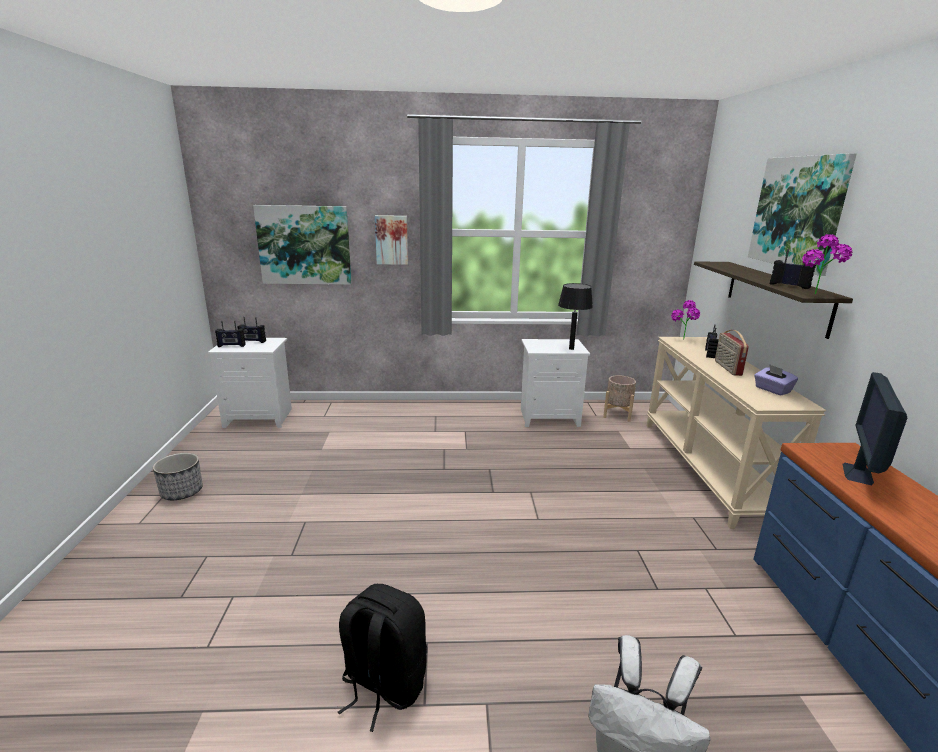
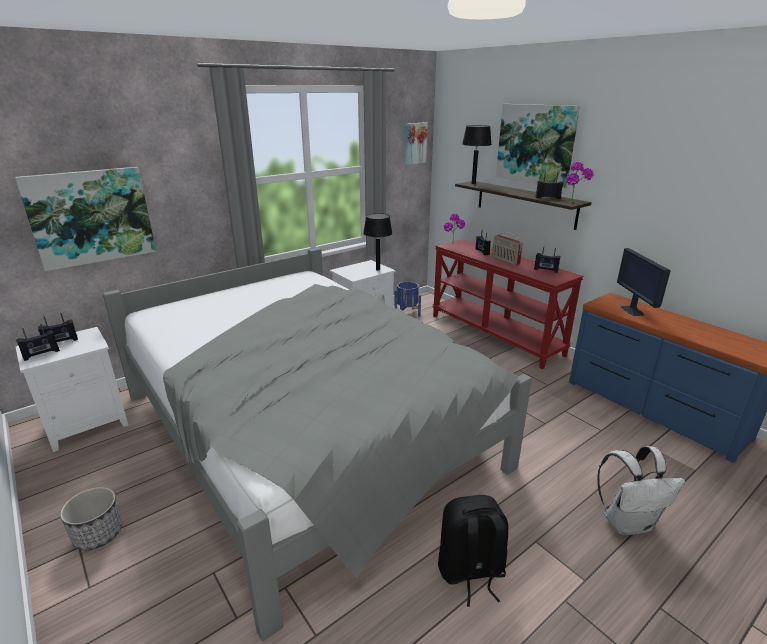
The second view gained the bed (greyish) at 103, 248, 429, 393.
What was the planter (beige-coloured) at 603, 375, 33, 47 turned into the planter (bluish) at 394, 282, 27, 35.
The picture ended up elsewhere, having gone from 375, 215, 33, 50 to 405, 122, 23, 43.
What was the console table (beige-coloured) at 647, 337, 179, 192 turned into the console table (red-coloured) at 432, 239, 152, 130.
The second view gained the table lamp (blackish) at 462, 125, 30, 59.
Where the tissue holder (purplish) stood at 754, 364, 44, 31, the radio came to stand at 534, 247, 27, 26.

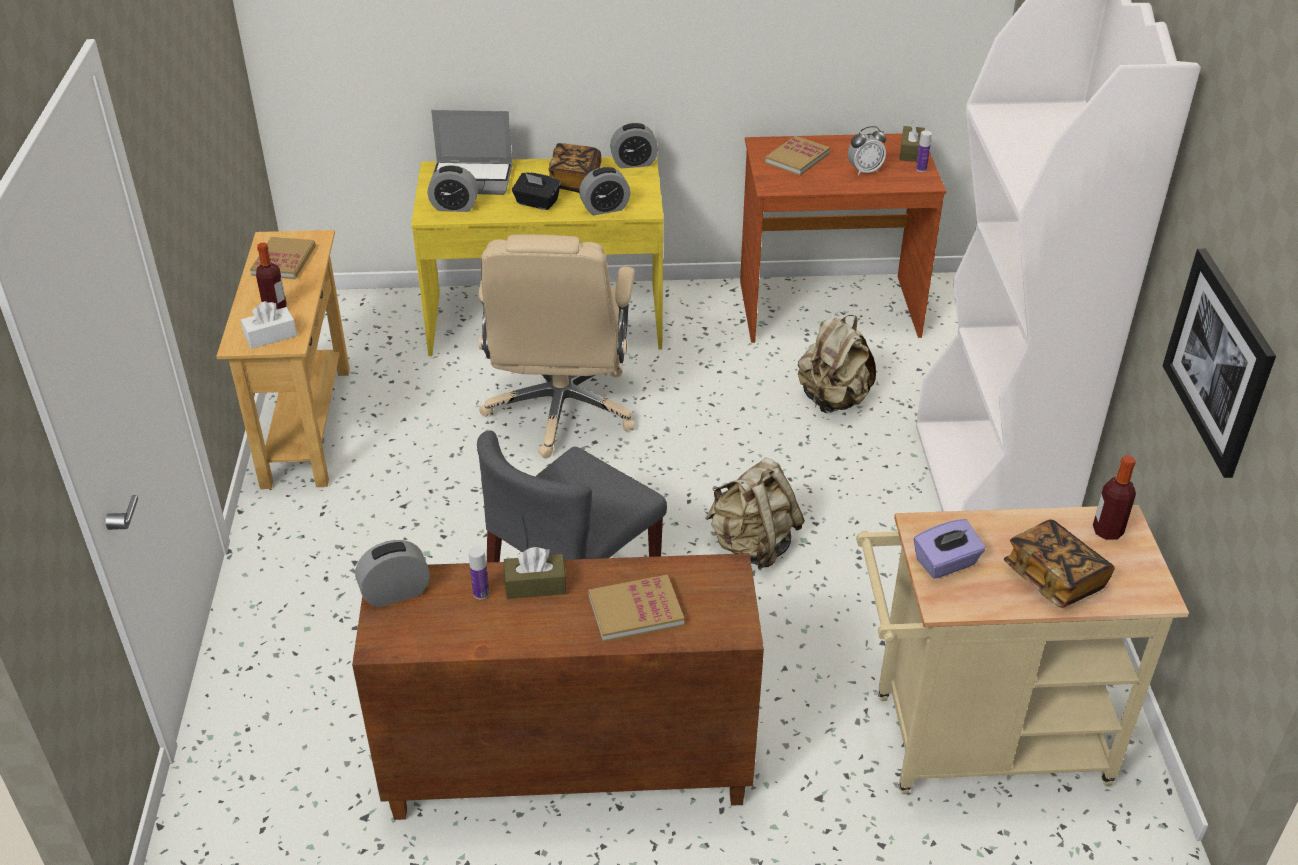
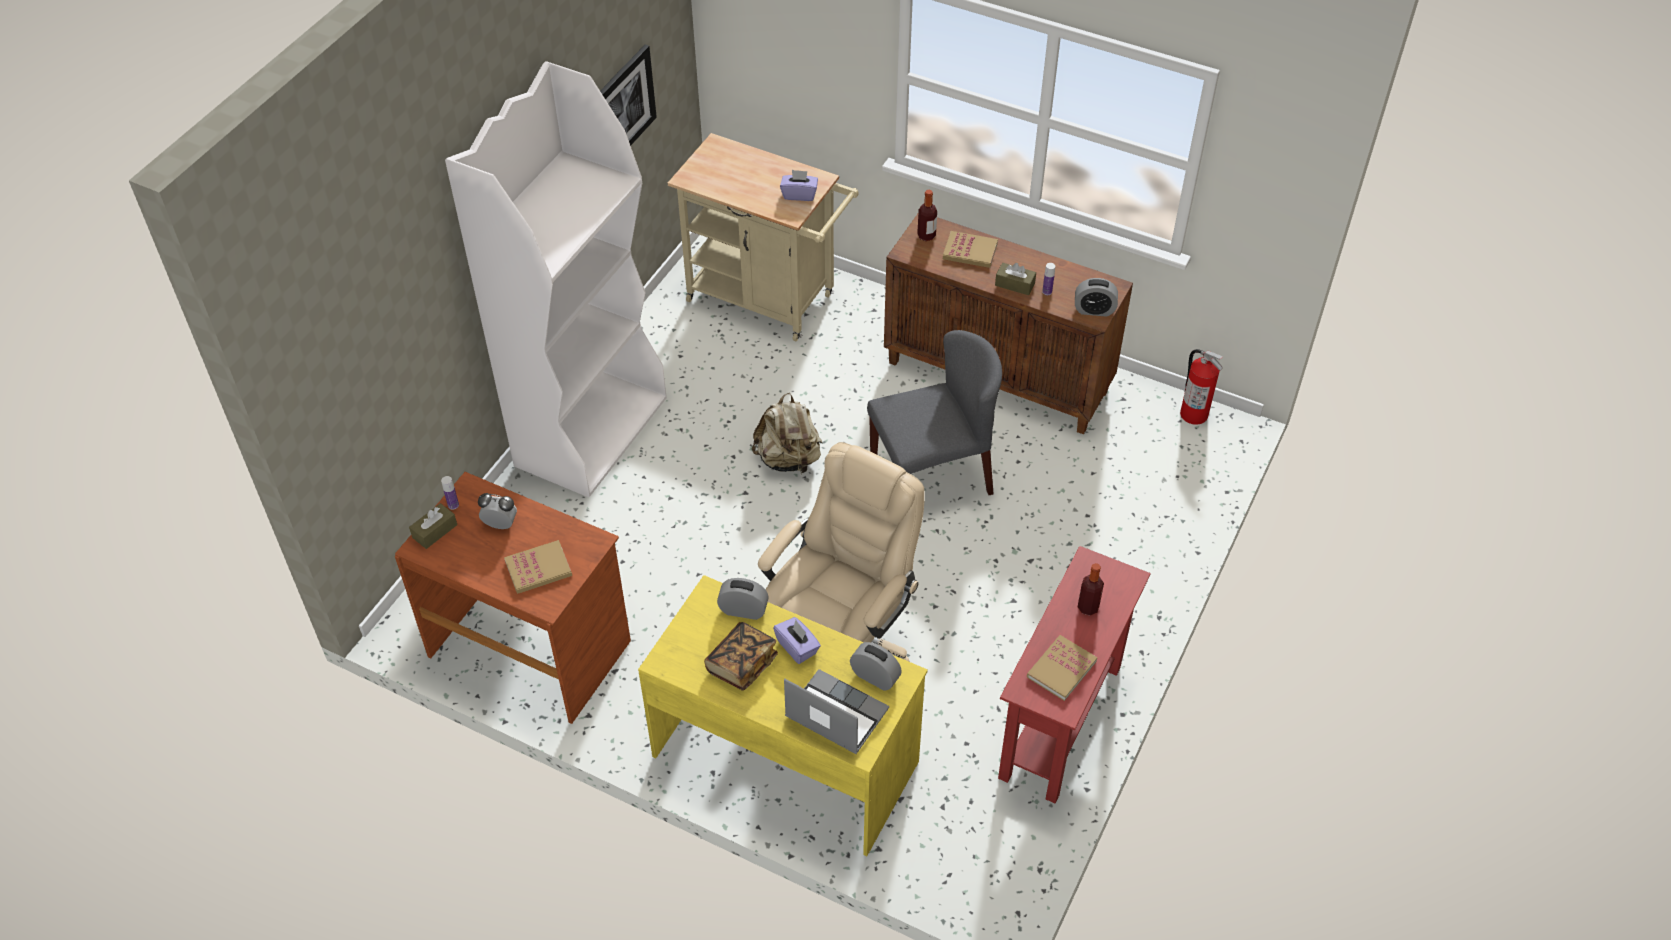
What was the tissue holder (blackish) at 512, 172, 49, 38 turned into the tissue holder (purplish) at 773, 617, 48, 47.
The bottle ended up elsewhere, having gone from 1093, 456, 43, 84 to 917, 190, 20, 51.
What was the console table (beige-coloured) at 216, 230, 134, 259 turned into the console table (red-coloured) at 998, 546, 153, 257.
The second view gained the extinguisher at 1180, 349, 43, 76.
The second view lost the tissue holder (whitish) at 241, 301, 56, 48.
The second view lost the bedside clock at 610, 123, 48, 45.
The second view lost the knapsack (beige-coloured) at 798, 315, 78, 98.
The second view lost the volume at 1004, 519, 111, 89.

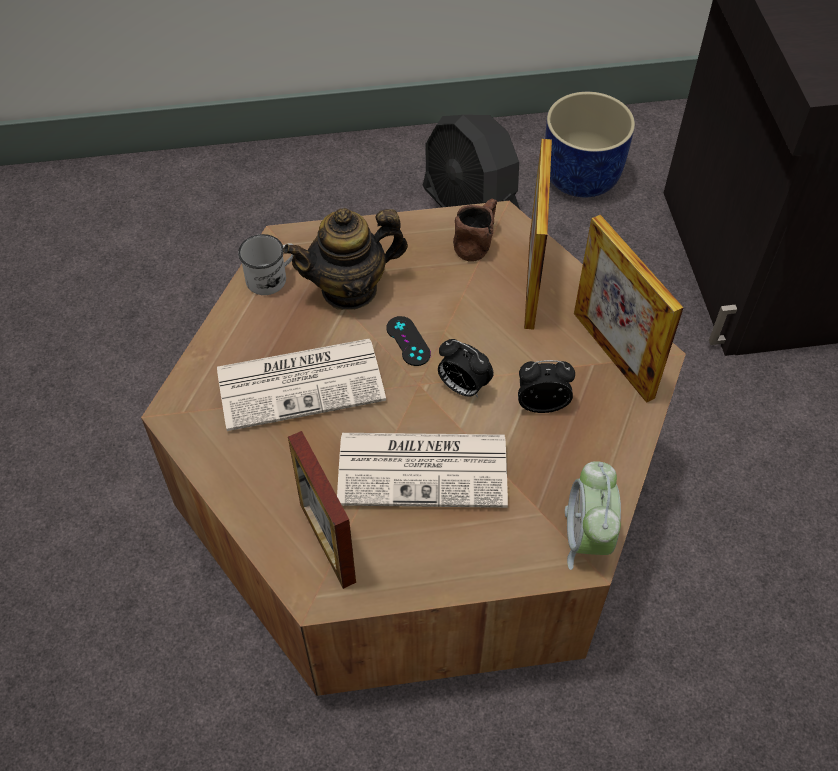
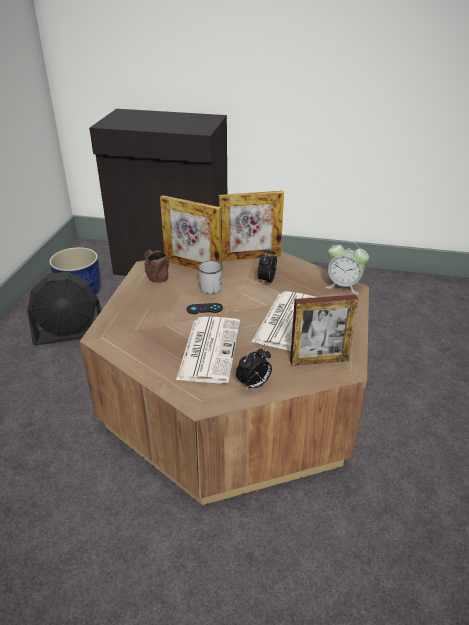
The mug (whitish) ended up elsewhere, having gone from 238, 234, 56, 61 to 198, 261, 25, 33.
The bedside clock ended up elsewhere, having gone from 438, 339, 56, 59 to 236, 347, 36, 43.
The second view lost the teapot at 283, 208, 125, 102.

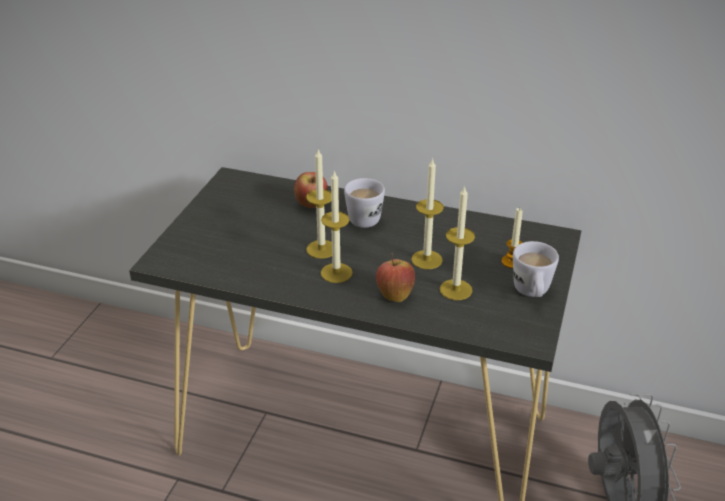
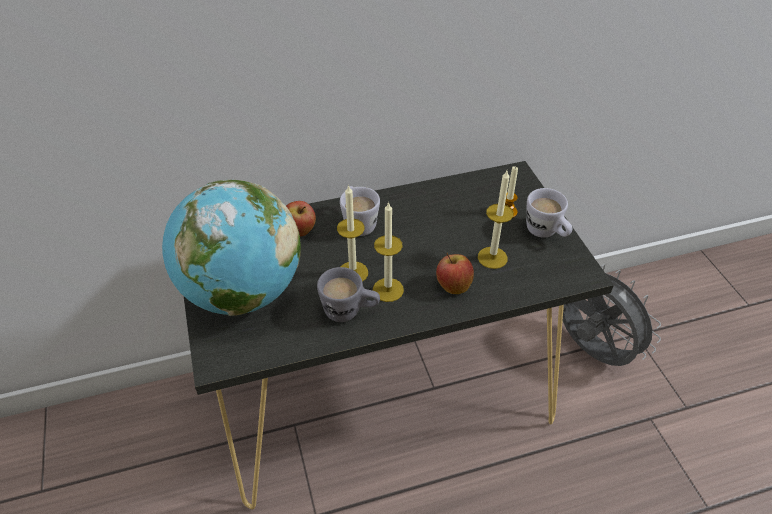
The second view gained the desk globe at 162, 180, 139, 136.
The second view gained the mug (greyish) at 317, 267, 63, 55.
The second view lost the candle at 411, 158, 33, 111.

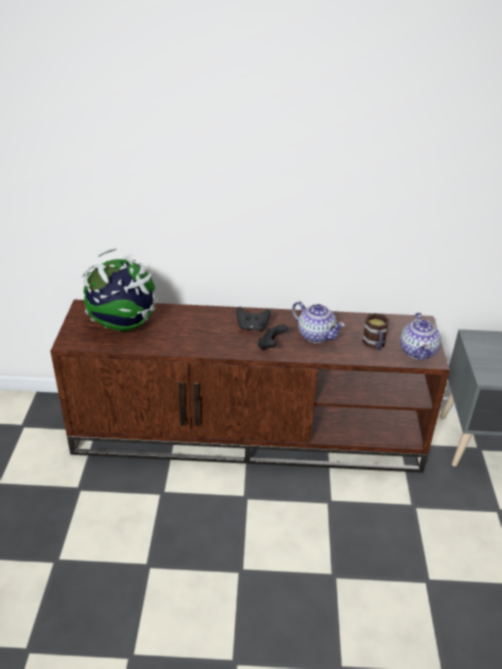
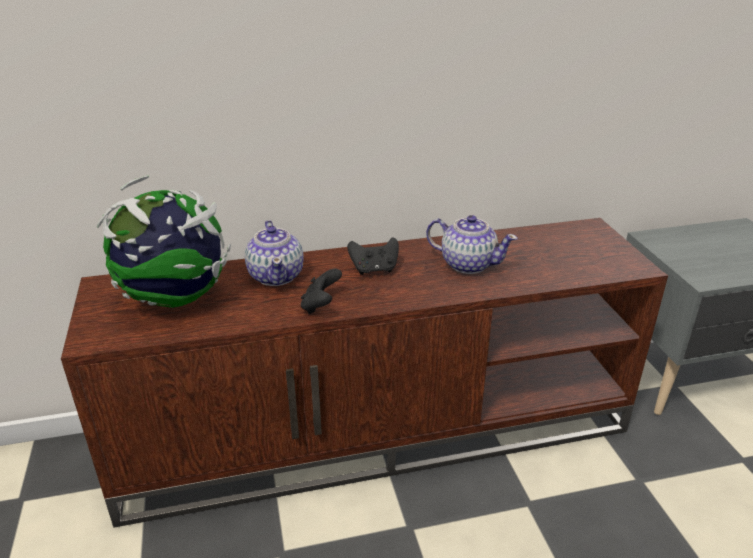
The teapot ended up elsewhere, having gone from 400, 312, 41, 49 to 245, 220, 59, 66.
The joypad (blackish) ended up elsewhere, having gone from 258, 324, 30, 27 to 301, 269, 41, 45.
The second view lost the mug at 362, 313, 28, 37.

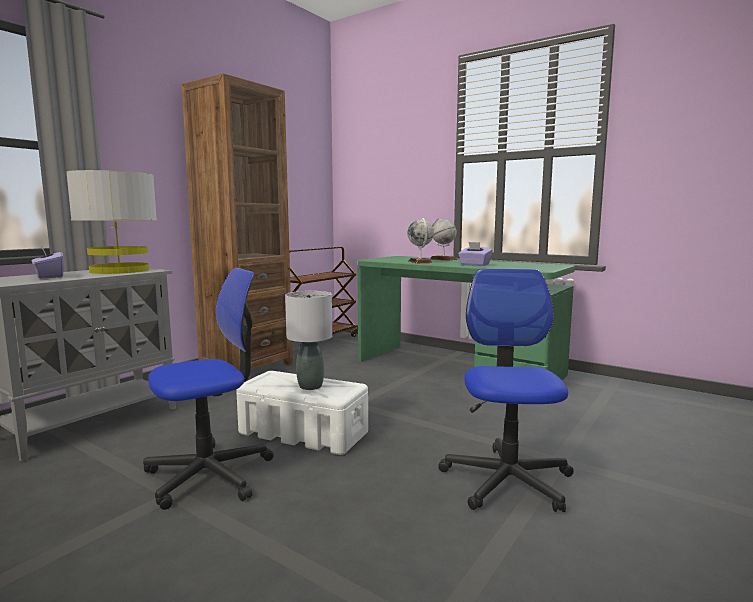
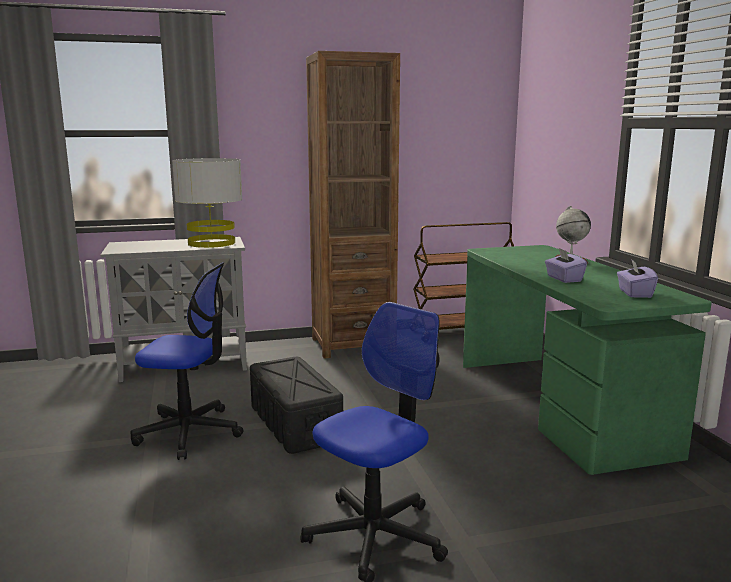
What was the storage container (whitish) at 236, 371, 132, 84 turned into the storage container (blackish) at 250, 357, 93, 97.
The tissue holder (purplish) ended up elsewhere, having gone from 31, 245, 33, 34 to 617, 259, 41, 39.
The second view lost the table lamp (greyish) at 285, 291, 47, 99.
The second view lost the desk globe at 408, 218, 26, 45.

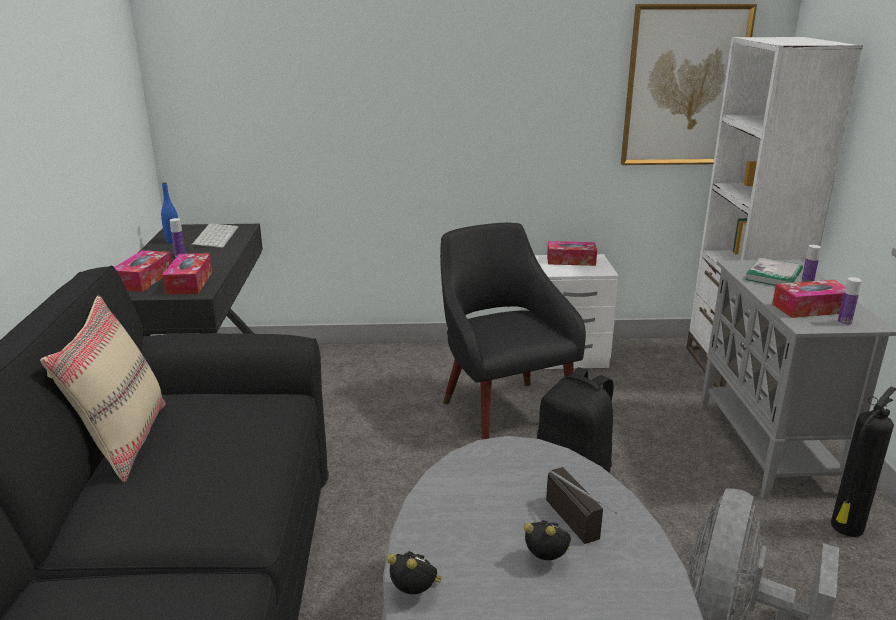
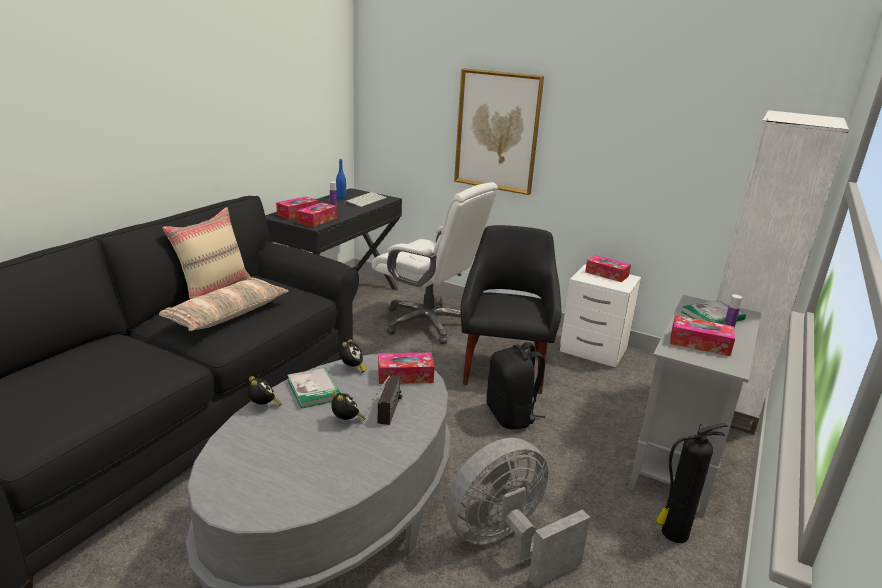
The second view gained the cushion at 159, 278, 130, 53.
The second view gained the volume at 288, 368, 53, 41.
The second view gained the bedside clock at 340, 339, 27, 34.
The second view gained the office chair (whitish) at 372, 182, 126, 162.
The second view gained the tissue holder at 378, 353, 56, 31.
The picture ended up elsewhere, having gone from 621, 4, 136, 161 to 454, 68, 90, 127.
The second view lost the bottle at 837, 277, 25, 49.

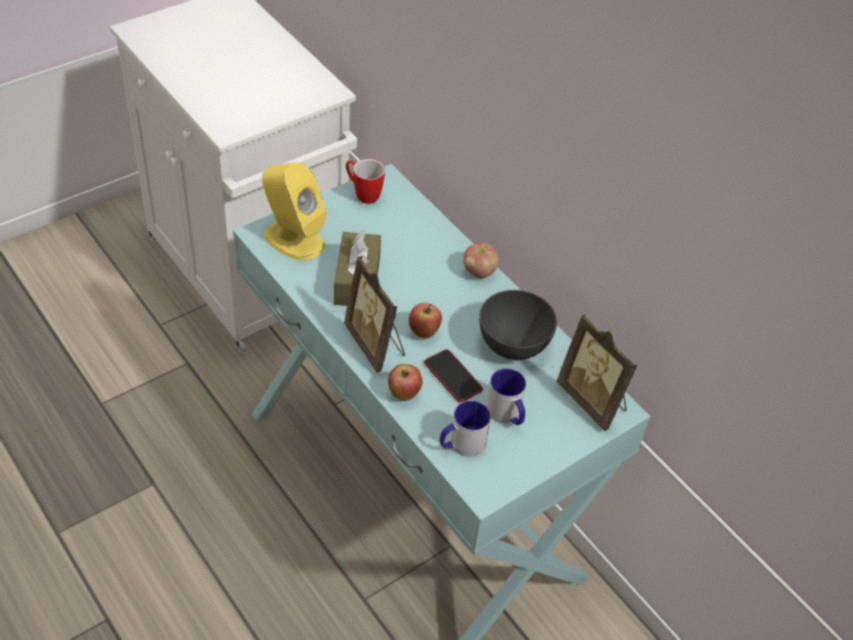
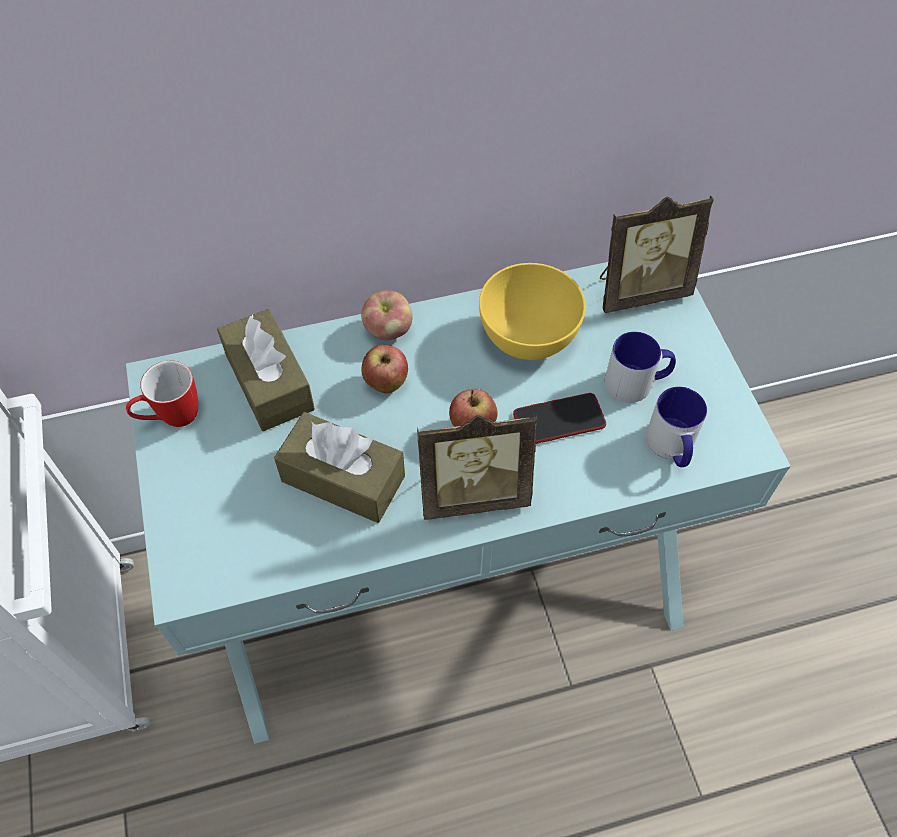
The second view gained the tissue holder (brown-coloured) at 217, 309, 98, 122.
The apple fruit ended up elsewhere, having gone from 388, 364, 35, 37 to 361, 345, 47, 48.
What was the serving bowl (greyish) at 479, 290, 78, 70 turned into the serving bowl (yellow) at 479, 263, 107, 97.
The second view lost the speaker (yellow) at 262, 162, 65, 99.

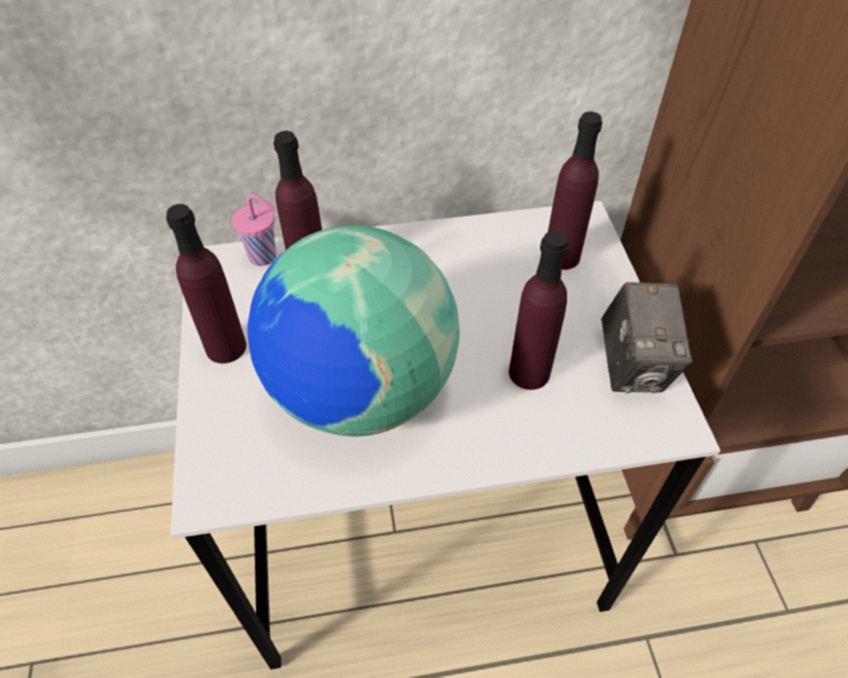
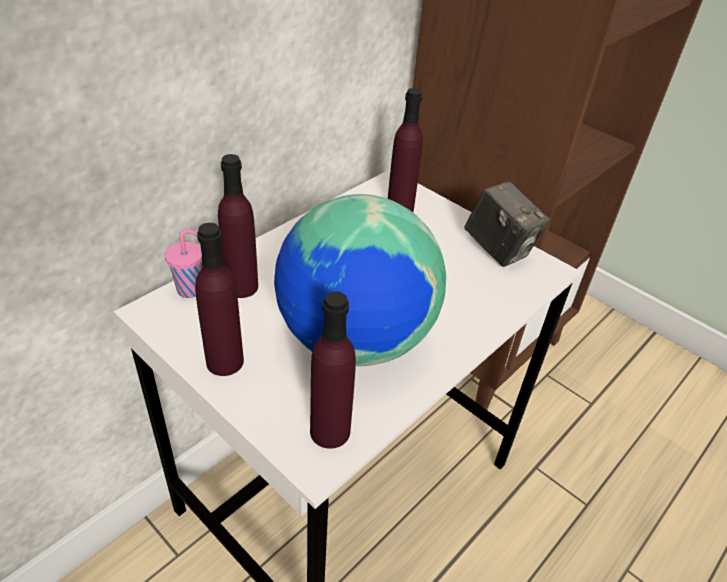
The bottle (purplish) ended up elsewhere, having gone from 509, 230, 60, 160 to 310, 291, 46, 158.

